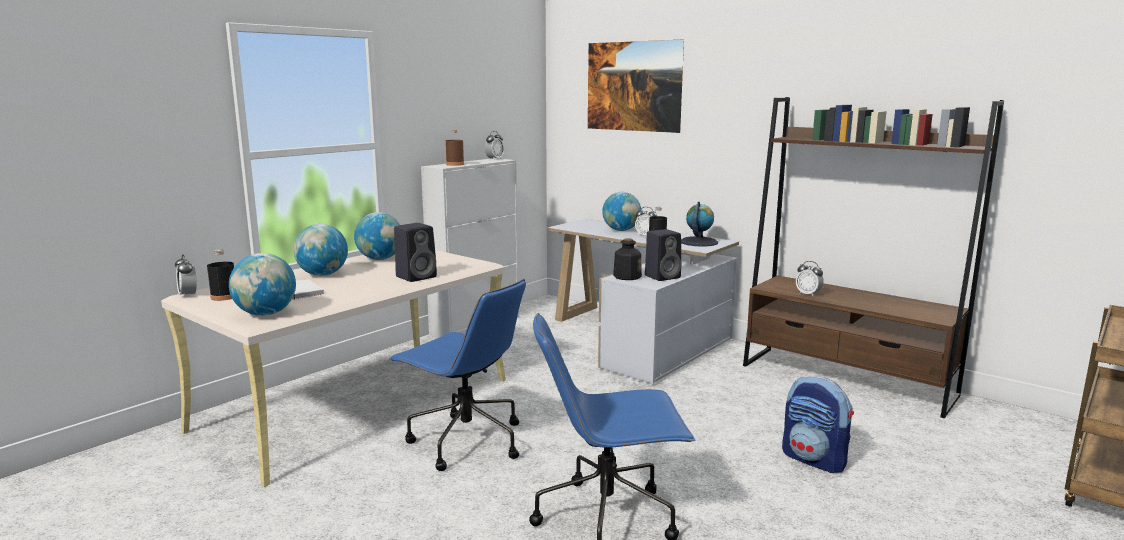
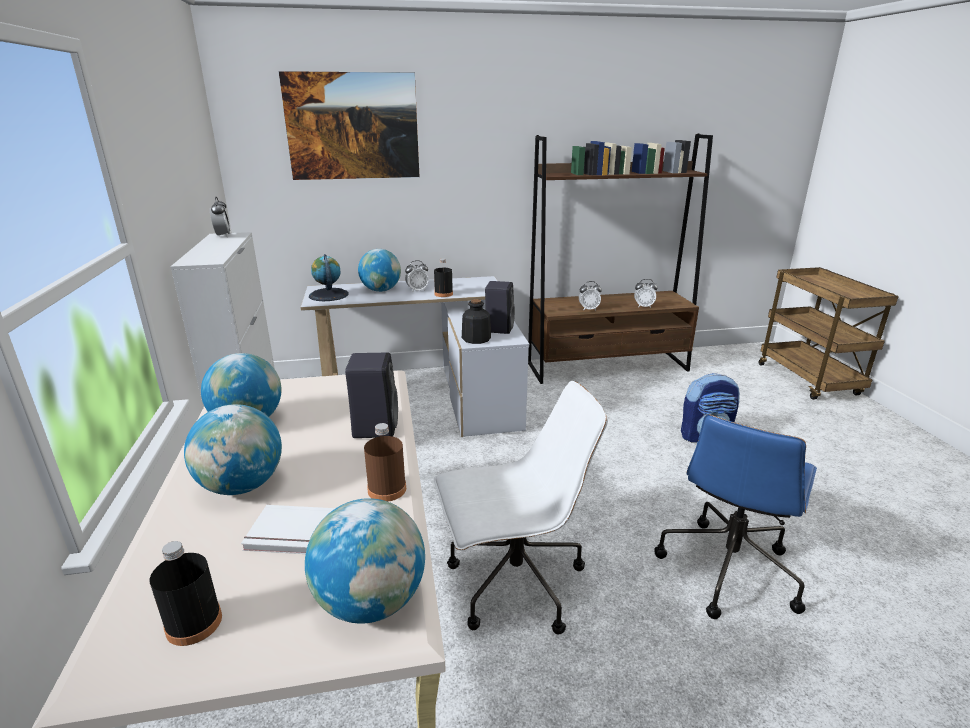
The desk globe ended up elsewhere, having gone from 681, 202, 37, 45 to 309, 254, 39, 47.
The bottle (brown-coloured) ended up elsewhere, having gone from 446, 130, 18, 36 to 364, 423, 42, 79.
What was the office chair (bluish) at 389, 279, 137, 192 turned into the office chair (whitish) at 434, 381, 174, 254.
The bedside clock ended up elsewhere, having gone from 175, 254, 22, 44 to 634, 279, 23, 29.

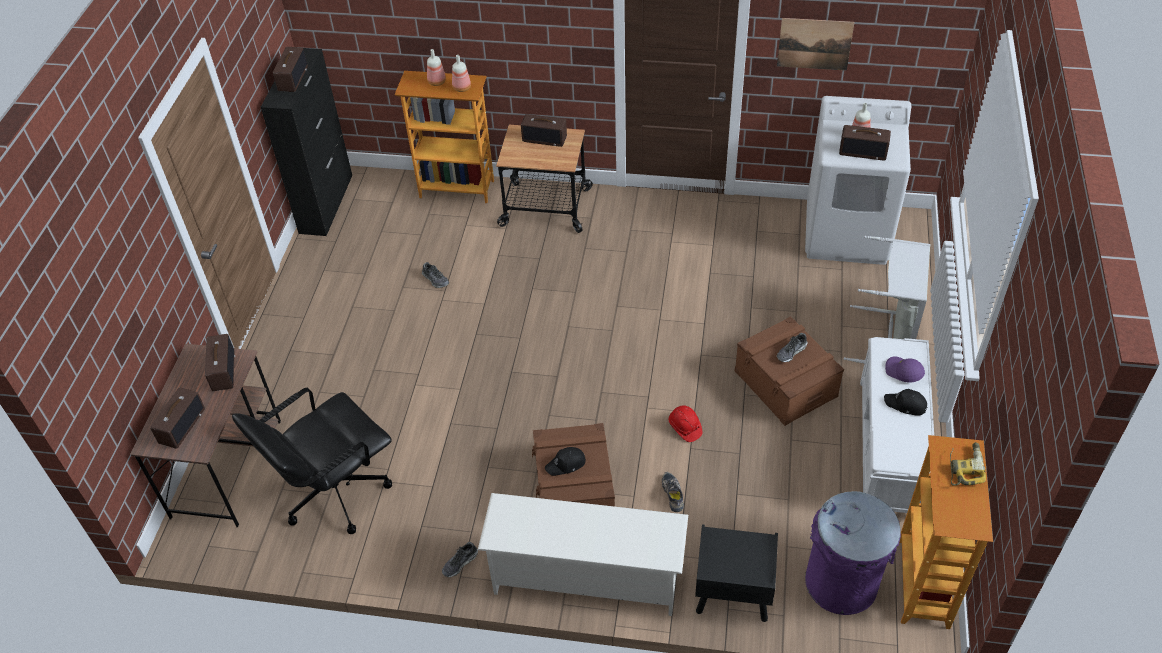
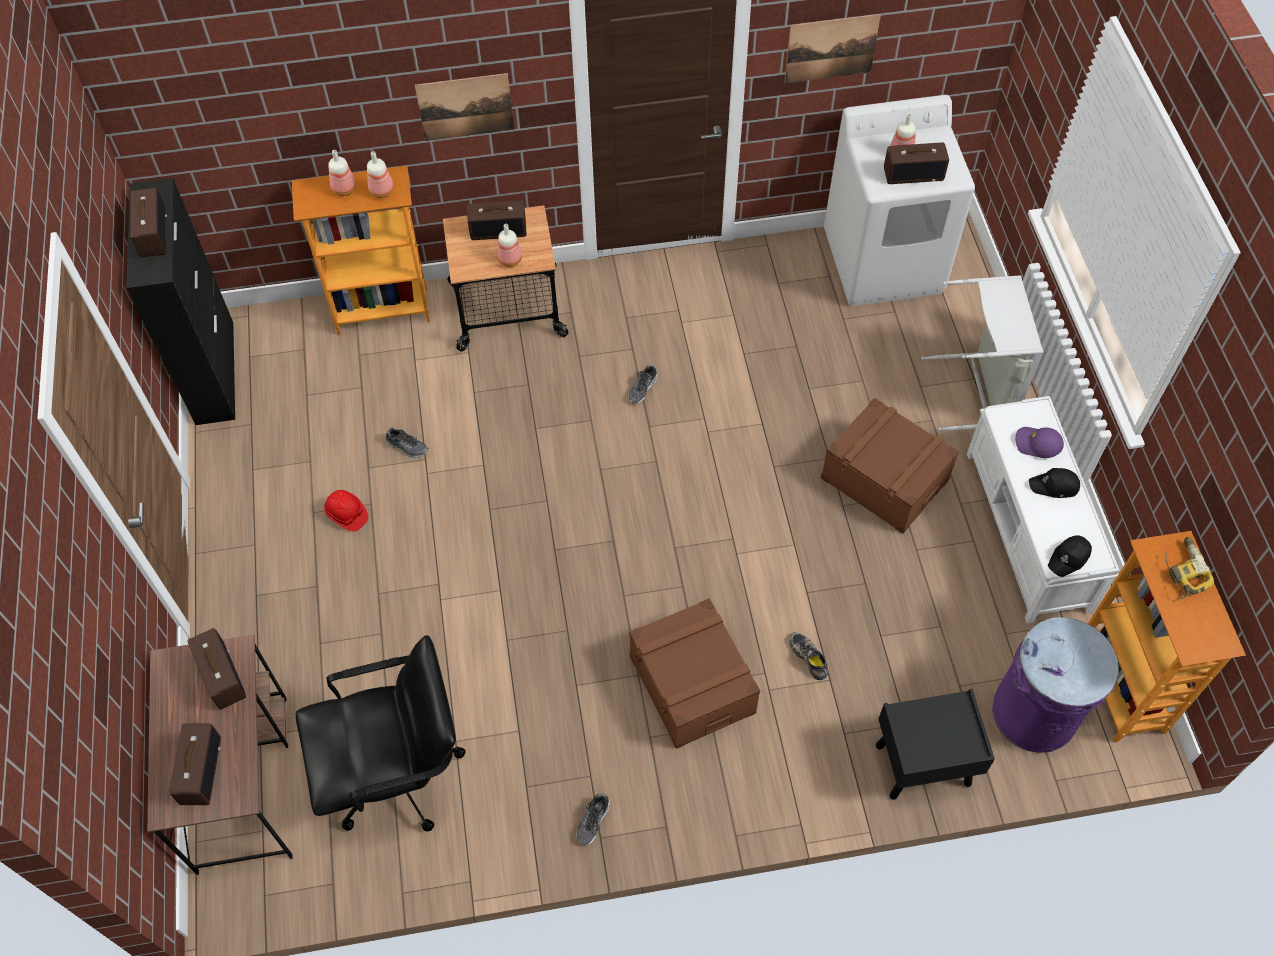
The office chair (blackish) at 232, 388, 160, 146 ended up facing another way, 135 degrees counterclockwise from before.
The work helmet (red-coloured) ended up elsewhere, having gone from 669, 406, 33, 36 to 324, 490, 44, 42.
The second view gained the picture at 415, 73, 99, 68.
The second view gained the bottle at 497, 224, 25, 43.
The item of footwear ended up elsewhere, having gone from 777, 333, 30, 29 to 628, 365, 30, 38.
The peaked cap (blackish) ended up elsewhere, having gone from 545, 447, 41, 29 to 1048, 535, 44, 42.
The second view lost the shoe shelf (whitish) at 478, 493, 210, 123.

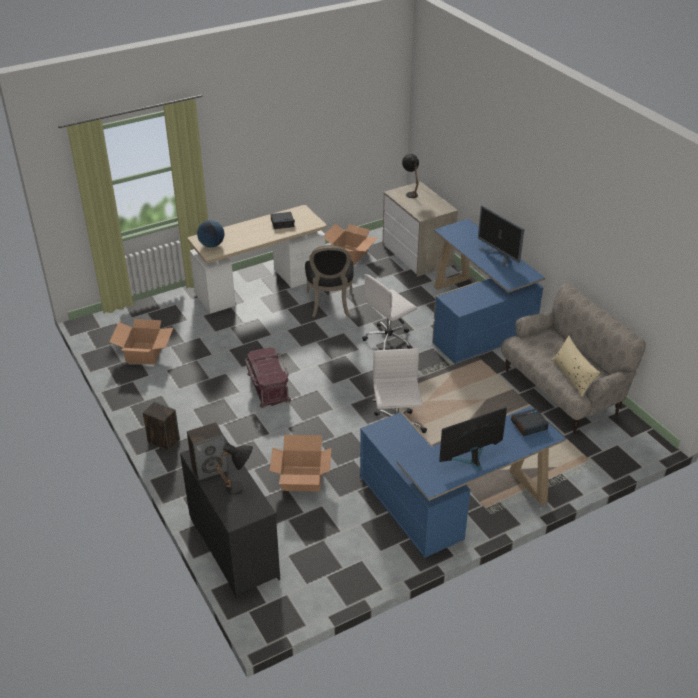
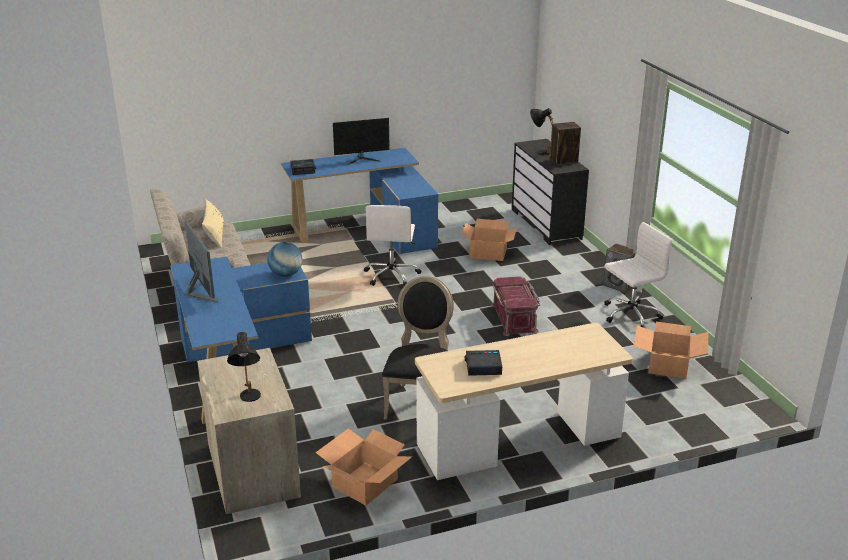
The desk globe ended up elsewhere, having gone from 197, 220, 27, 27 to 267, 242, 35, 35.
The office chair (whitish) ended up elsewhere, having gone from 362, 274, 55, 76 to 604, 222, 68, 106.

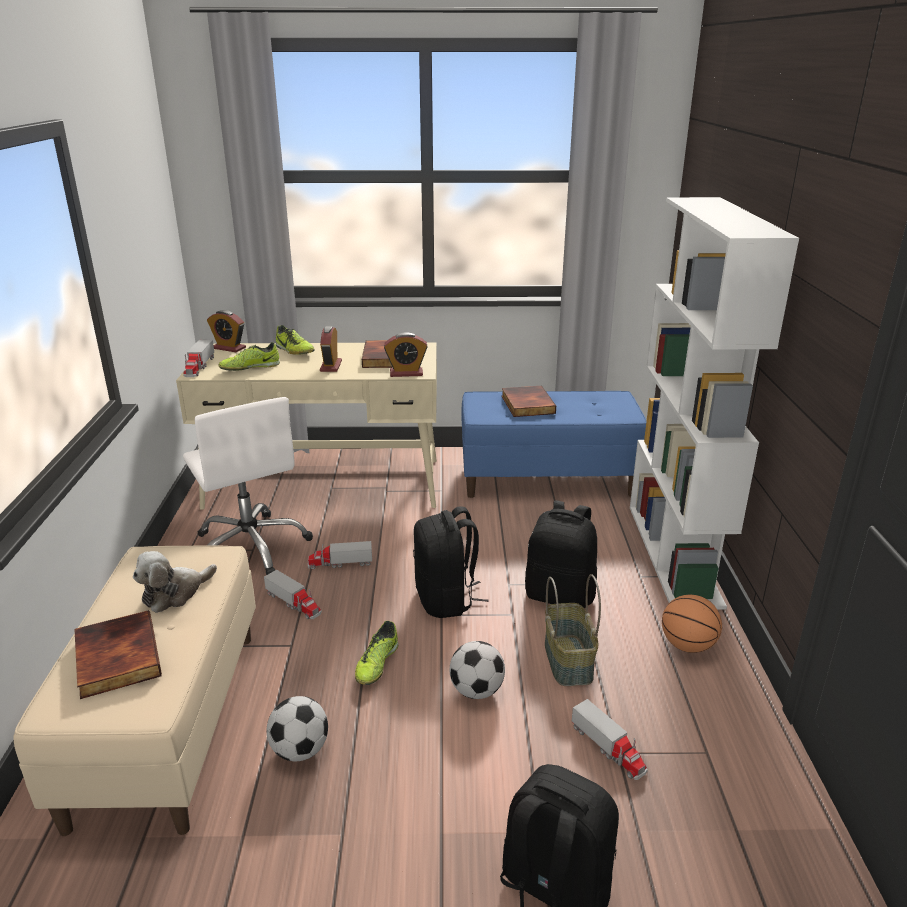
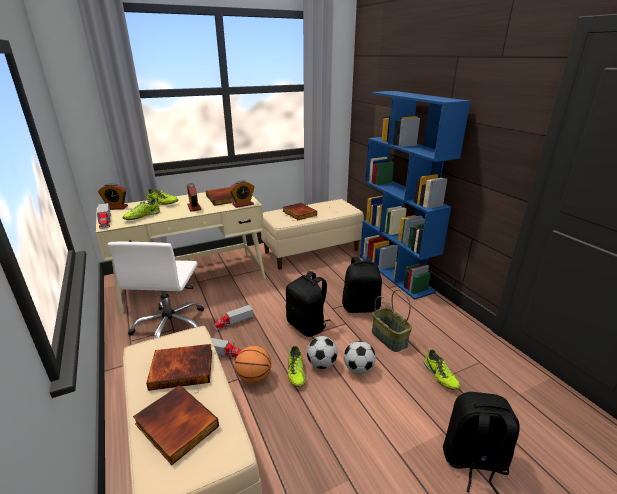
The office chair (whitish) at 183, 397, 130, 178 ended up facing another way, 60 degrees clockwise from before.
Where the plush toy stood at 133, 551, 84, 62, the volume came to stand at 146, 344, 66, 47.
The ball for basketball ended up elsewhere, having gone from 662, 595, 60, 58 to 235, 345, 37, 38.
What was the bench (bluish) at 461, 391, 185, 107 turned into the bench (beige-coloured) at 261, 199, 103, 70.
The football ended up elsewhere, having gone from 266, 696, 62, 66 to 307, 336, 31, 33.
What was the bookcase (whitish) at 630, 197, 169, 412 turned into the bookcase (bluish) at 360, 91, 111, 209.
Where the toy lorry stood at 572, 699, 76, 81, the item of footwear came to stand at 424, 349, 36, 41.

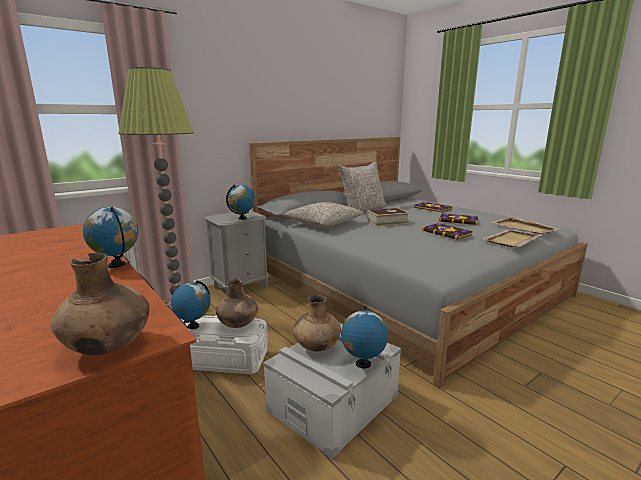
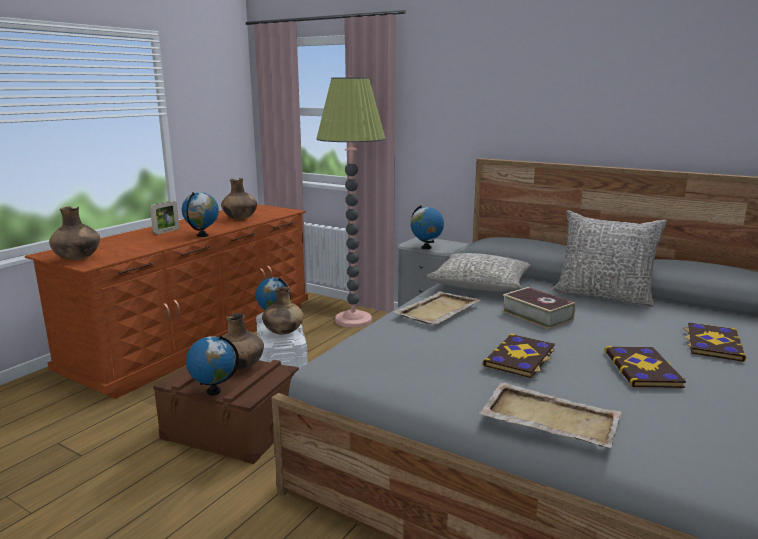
The second view gained the picture frame at 150, 201, 29, 33.
What was the storage container (greyish) at 263, 323, 138, 136 turned into the storage container (brown-coloured) at 153, 360, 146, 104.
The second view gained the flower vase (brown-coloured) at 221, 178, 36, 42.
The serving tray (beige-coloured) ended up elsewhere, having gone from 491, 217, 69, 17 to 393, 291, 88, 33.

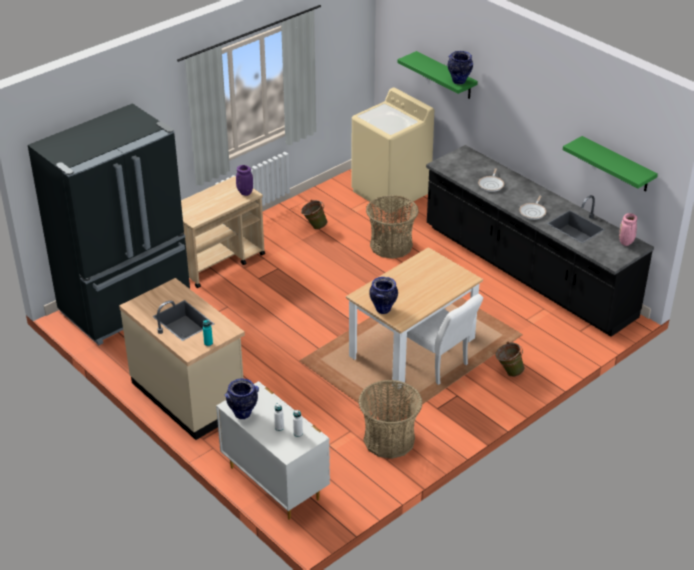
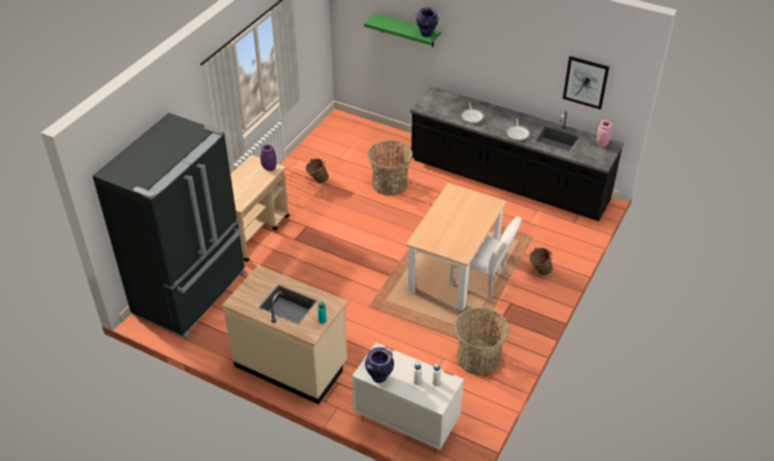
Where the bracket shelf (greenish) hung at 563, 136, 95, 56, the picture came to hang at 563, 56, 46, 54.
The second view lost the laundry appliance (beige-coloured) at 351, 88, 83, 126.
The second view lost the flower vase at 369, 277, 29, 37.

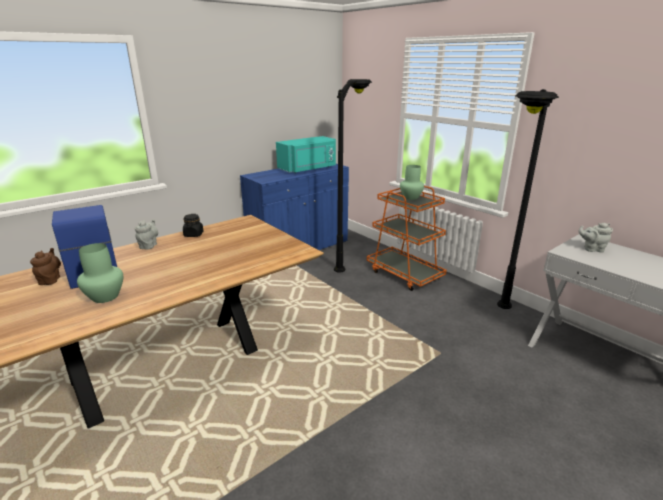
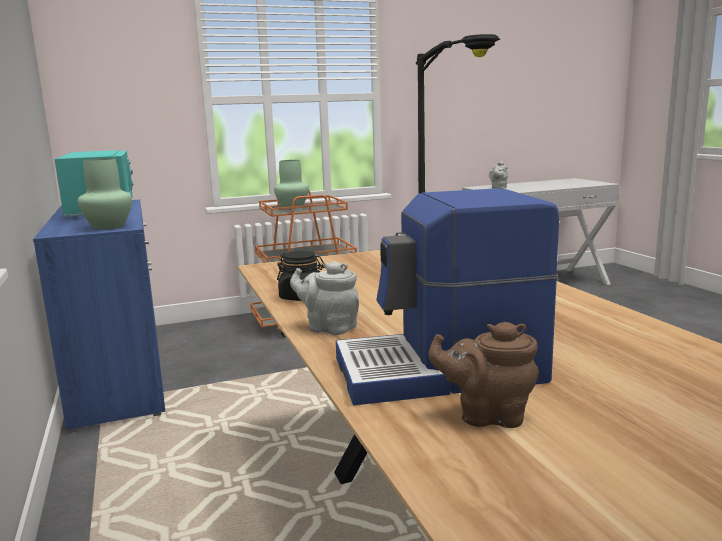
The flower vase (greenish) ended up elsewhere, having gone from 77, 243, 46, 60 to 78, 158, 54, 71.
The second view lost the standard lamp (blackish) at 334, 79, 38, 194.

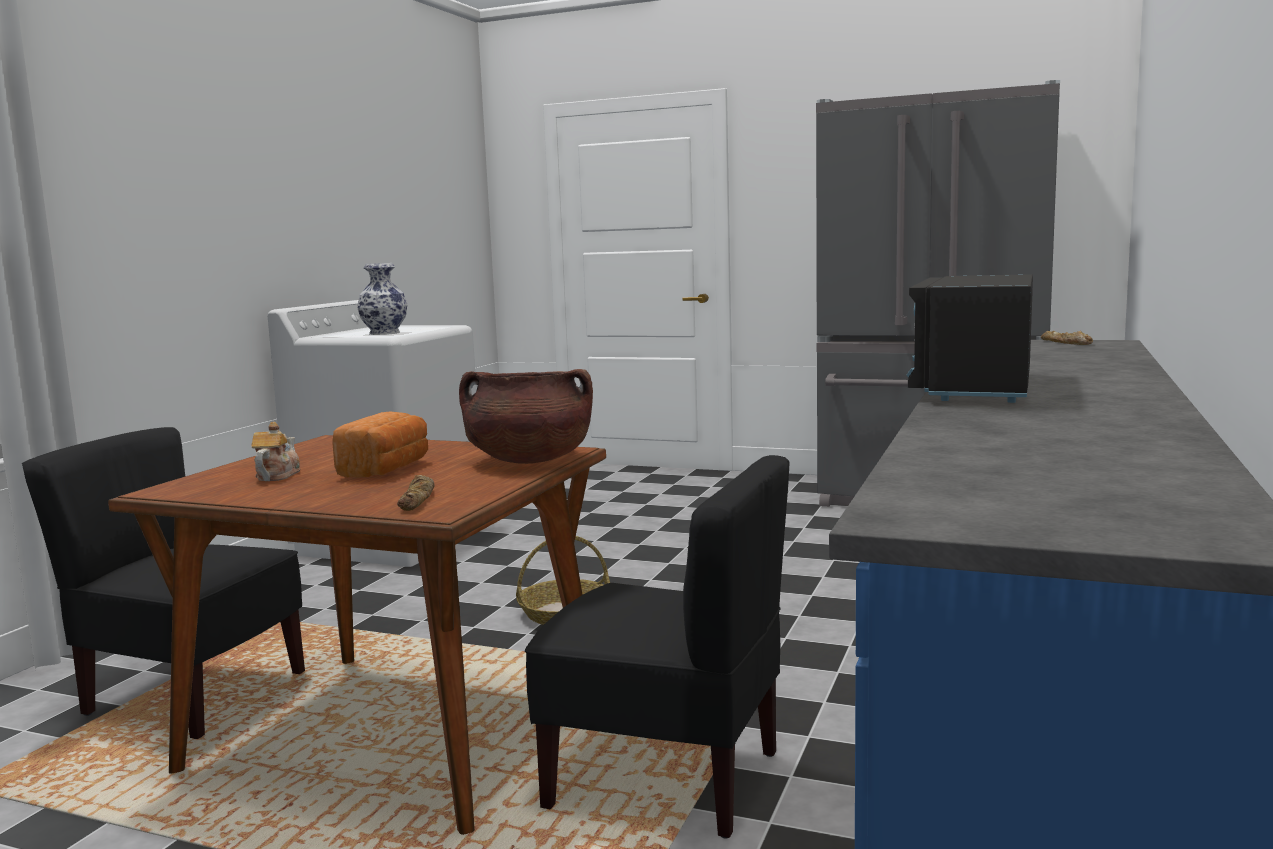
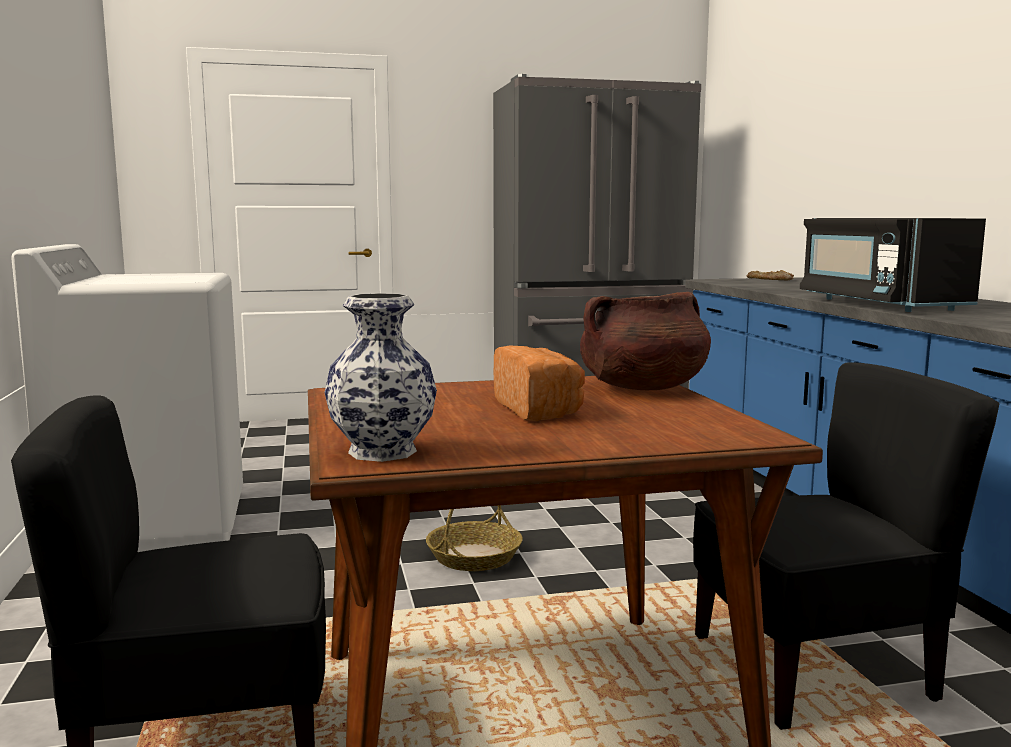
The flower vase ended up elsewhere, having gone from 357, 263, 50, 72 to 324, 293, 113, 169.
The second view lost the teapot at 252, 422, 48, 59.
The second view lost the baked bread at 397, 475, 38, 36.

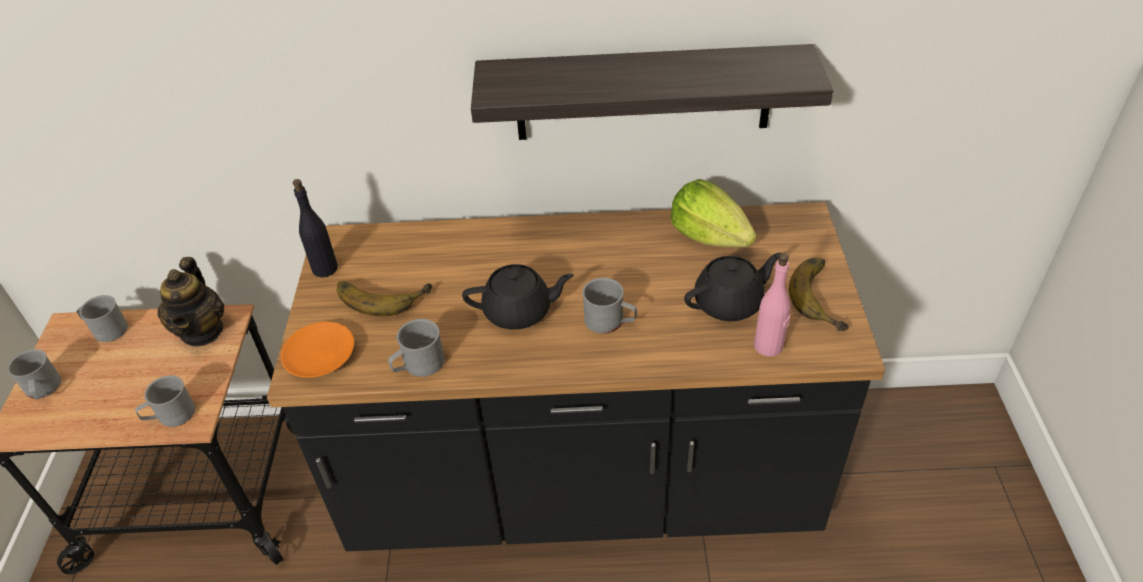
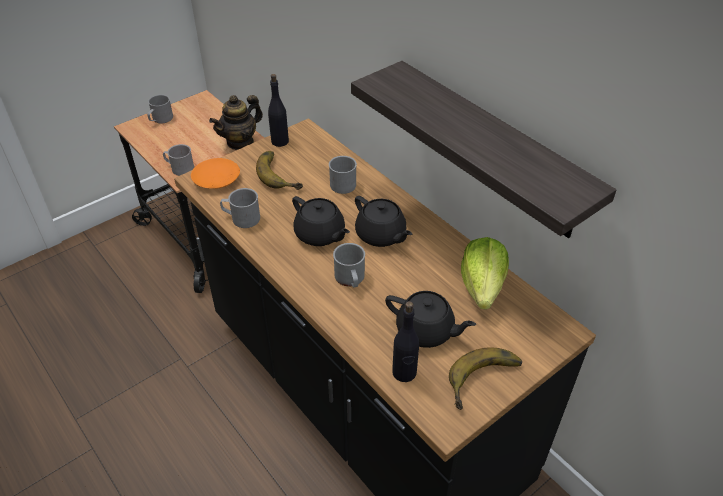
The mug (greyish) ended up elsewhere, having gone from 76, 295, 52, 47 to 329, 156, 28, 38.
The second view gained the teapot (blackish) at 355, 196, 57, 51.
What was the bottle (pink) at 754, 253, 37, 104 turned into the bottle (blackish) at 392, 301, 27, 81.

